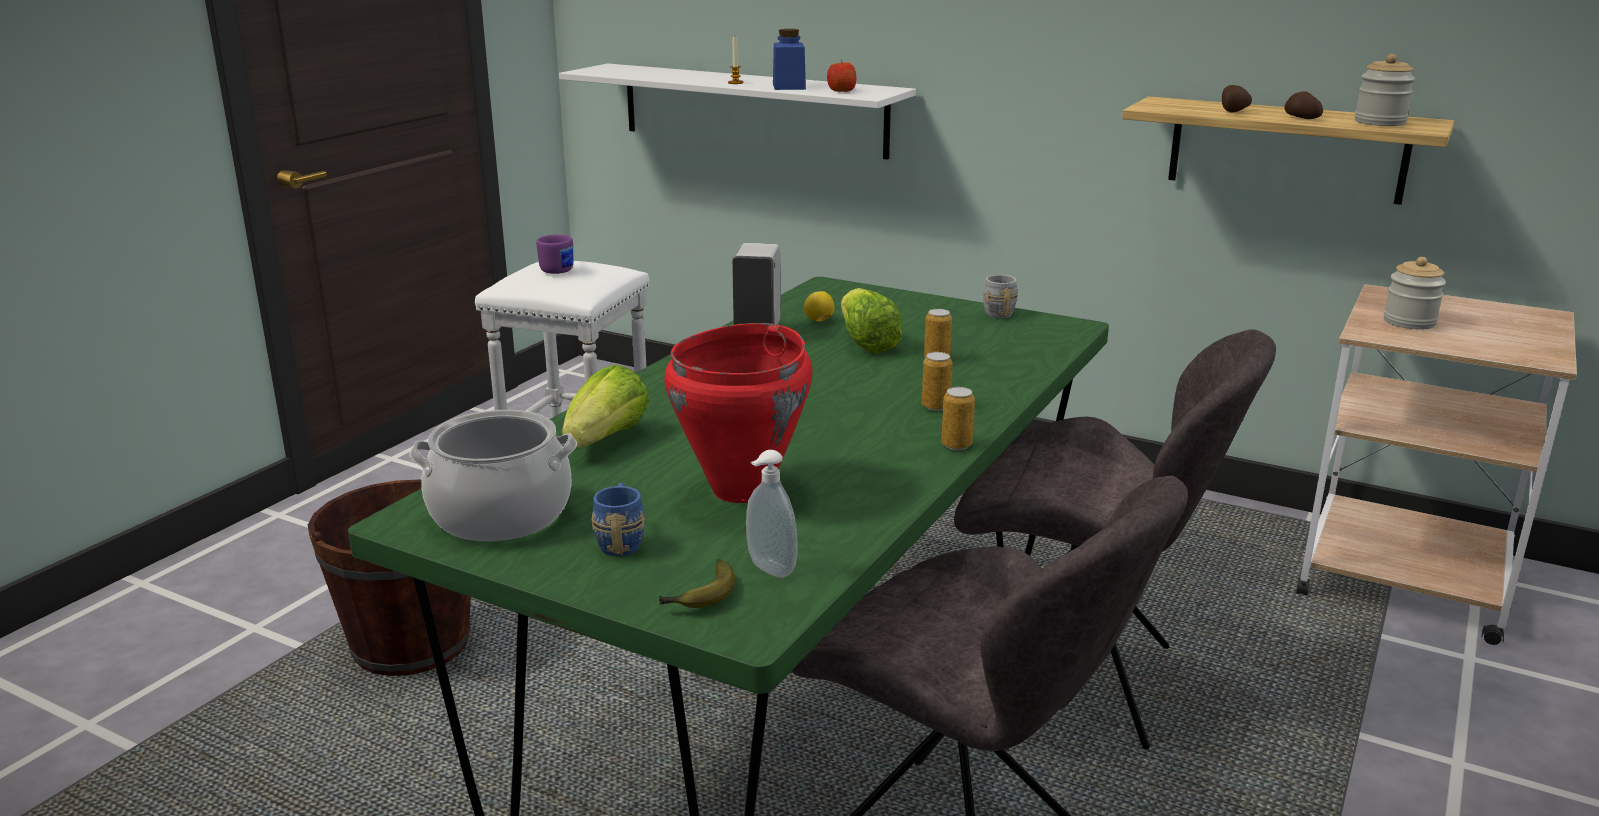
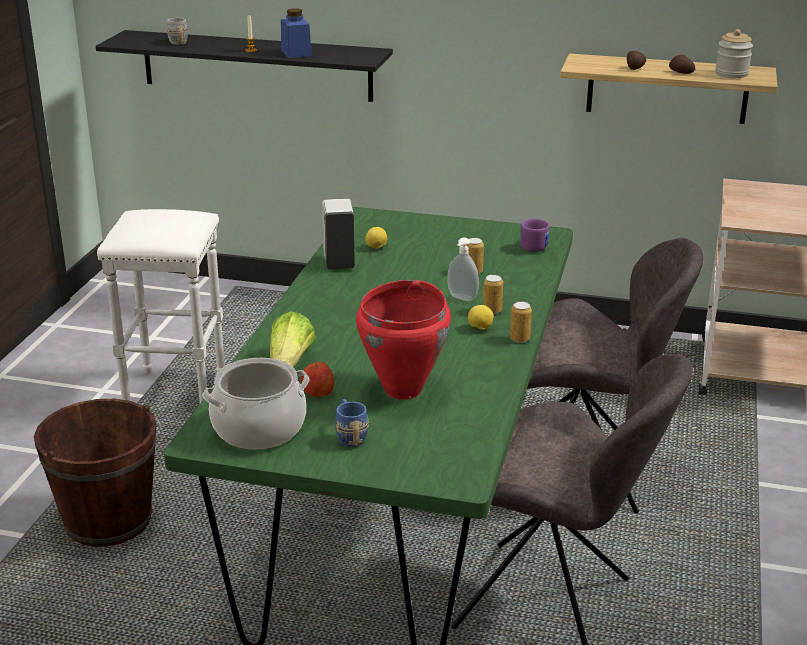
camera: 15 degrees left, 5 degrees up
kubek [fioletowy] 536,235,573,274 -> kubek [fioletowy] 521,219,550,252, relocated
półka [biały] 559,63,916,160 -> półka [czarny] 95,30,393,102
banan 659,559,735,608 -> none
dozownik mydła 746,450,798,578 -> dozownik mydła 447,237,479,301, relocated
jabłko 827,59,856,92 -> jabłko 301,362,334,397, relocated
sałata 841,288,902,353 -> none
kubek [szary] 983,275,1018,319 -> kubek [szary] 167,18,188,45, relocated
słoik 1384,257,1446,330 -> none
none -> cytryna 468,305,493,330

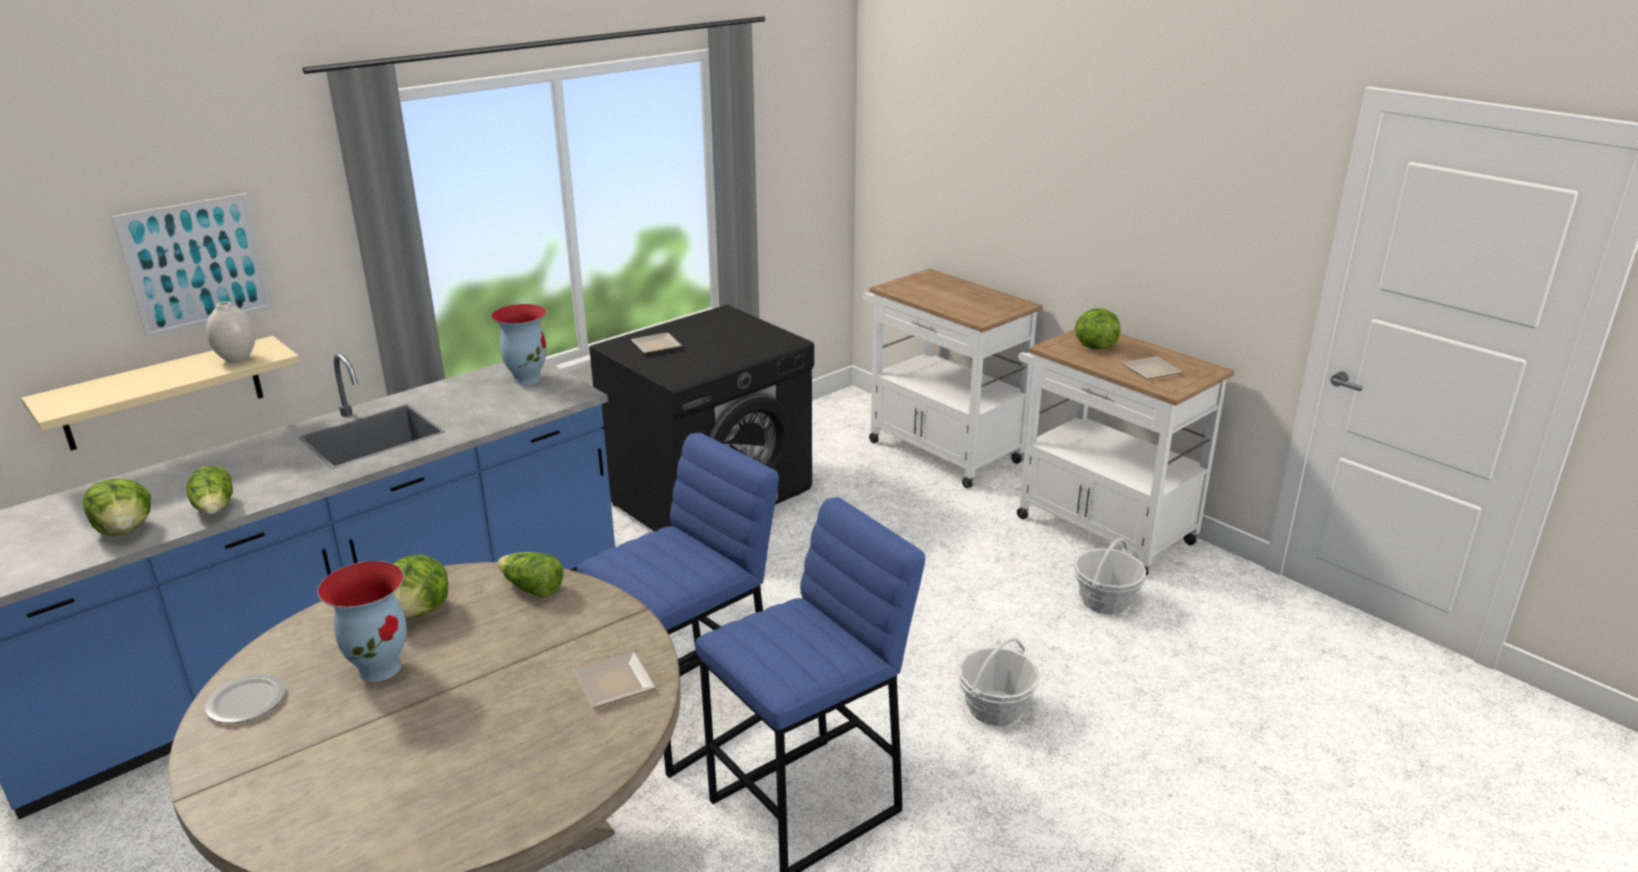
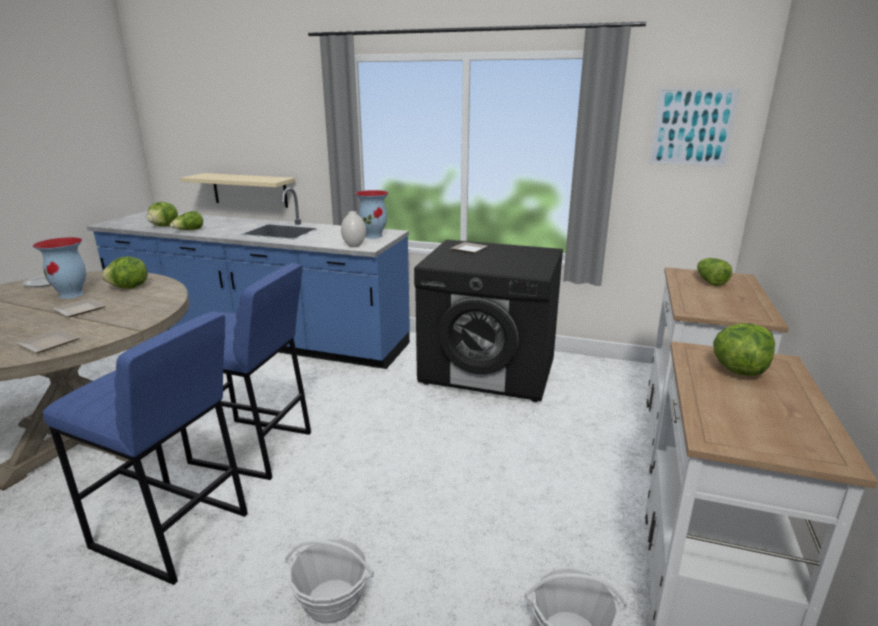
camera: 60 degrees right, 5 degrees down
obraz 111,193,273,338 -> obraz 648,87,741,167, relocated
wazon [biały] 206,301,256,363 -> wazon [biały] 341,211,366,247, relocated
sałata 497,552,564,598 -> sałata 697,258,732,286, relocated
talerz 1122,356,1183,379 -> talerz 52,298,106,317, relocated

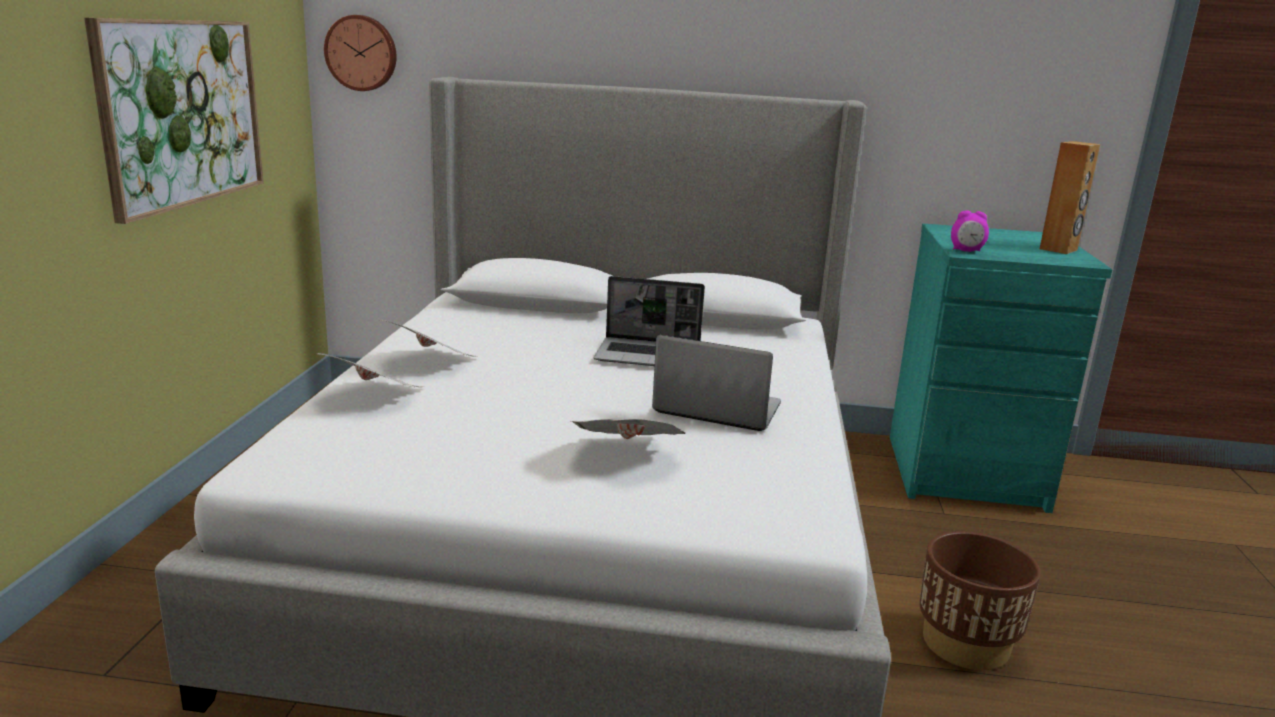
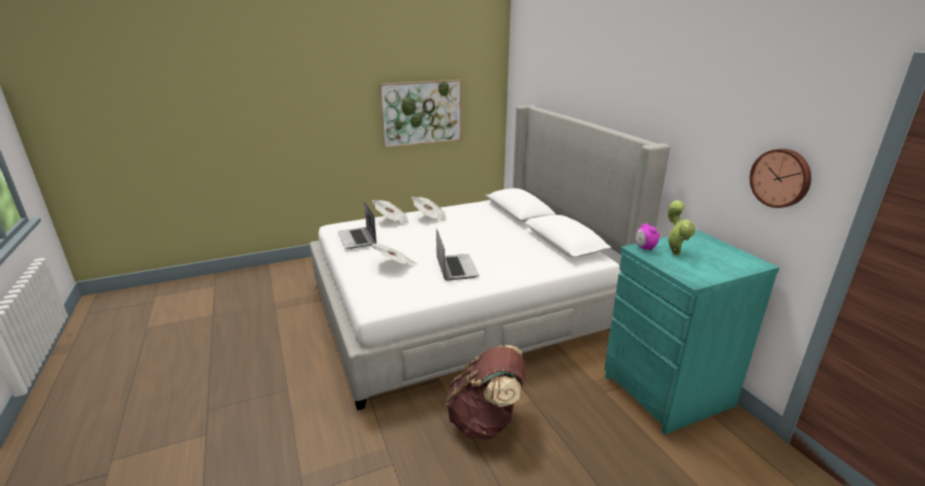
camera: 60 degrees right, 5 degrees up
zegar ścienny 324,15,397,91 -> zegar ścienny 750,149,811,208, relocated
laptop 594,276,705,366 -> laptop 338,201,377,249, relocated
donica [brązowy] 920,531,1041,670 -> plecak [brązowy] 446,345,525,439
głośnik [brązowy] 1040,141,1100,254 -> none
none -> roślina doniczkowa 667,200,695,255

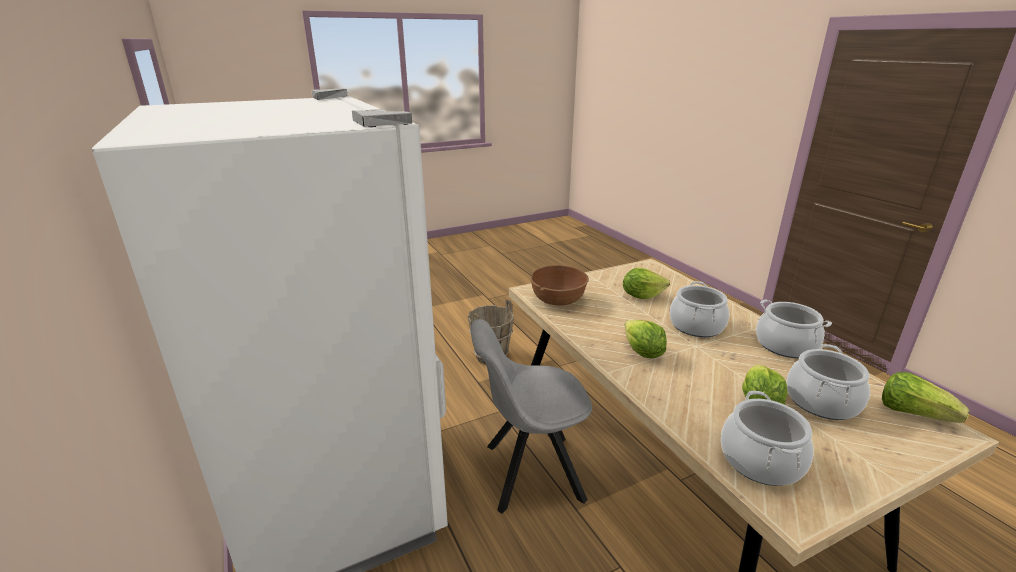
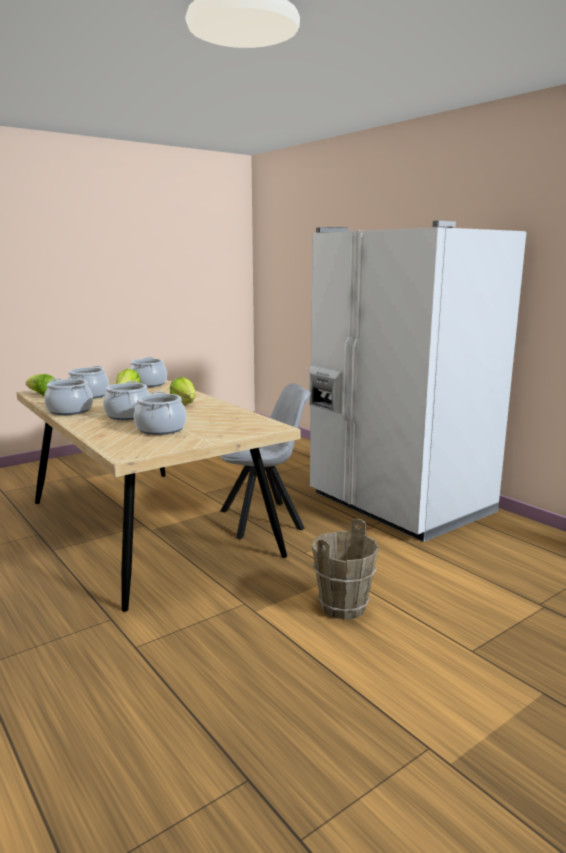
camera: 170 degrees right, 10 degrees down
miska [brązowy] 530,265,589,306 -> none
sałata 623,268,670,299 -> garnek 134,391,186,435

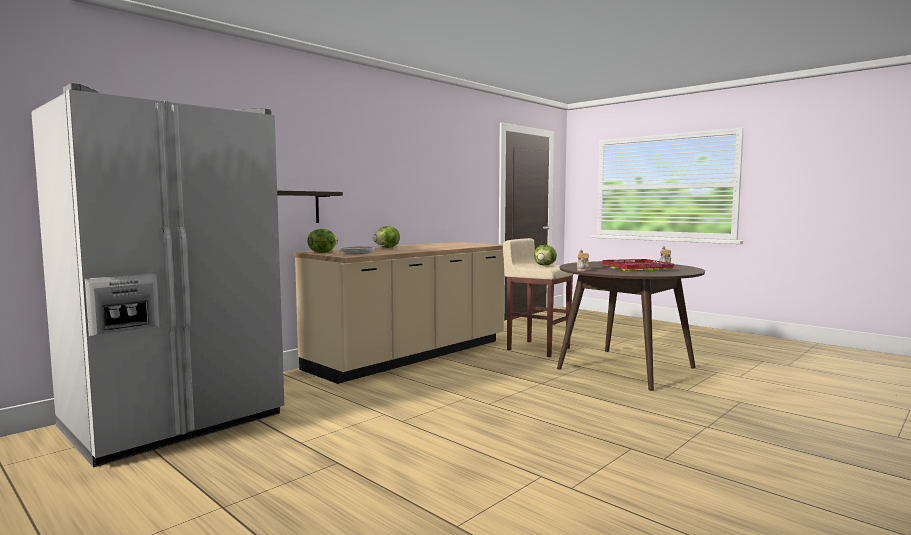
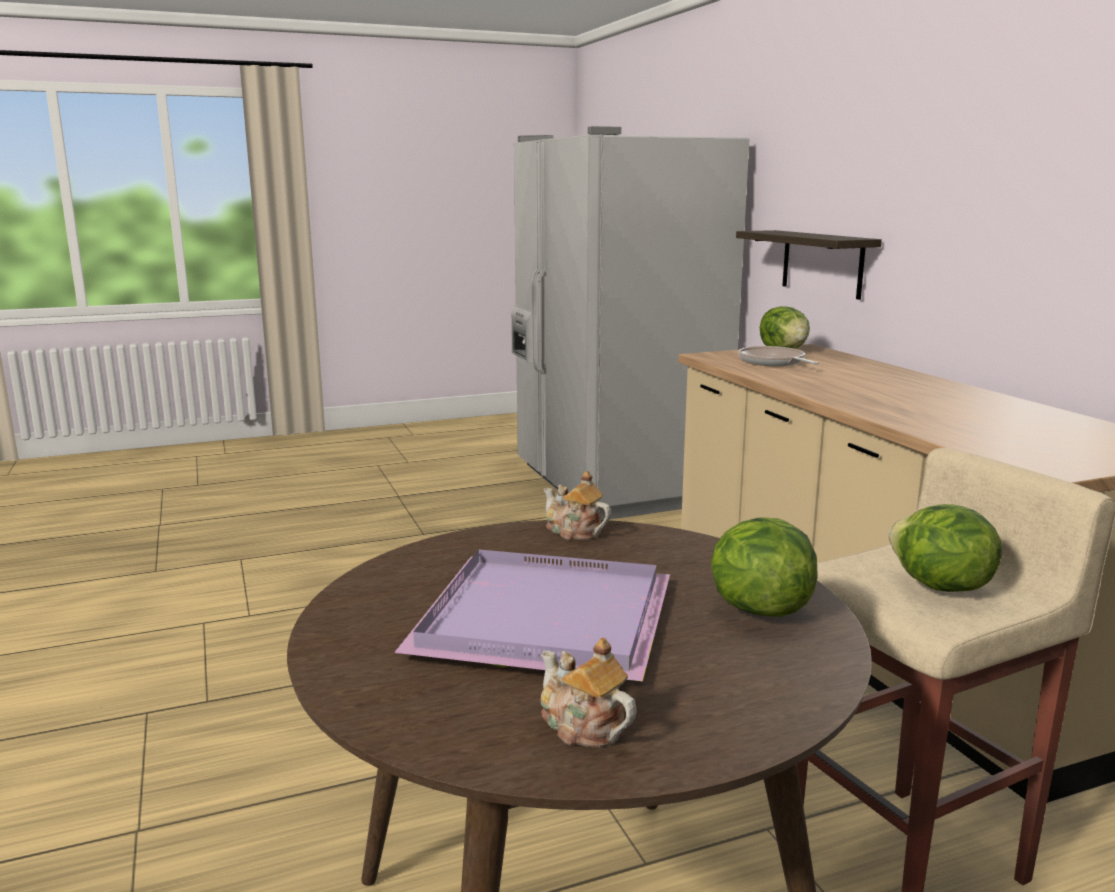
camera: 115 degrees right, 10 degrees up
sałata 373,226,400,248 -> sałata 711,517,817,617, relocated
taca [czerwony] 598,259,677,272 -> taca [fioletowy] 394,550,670,681

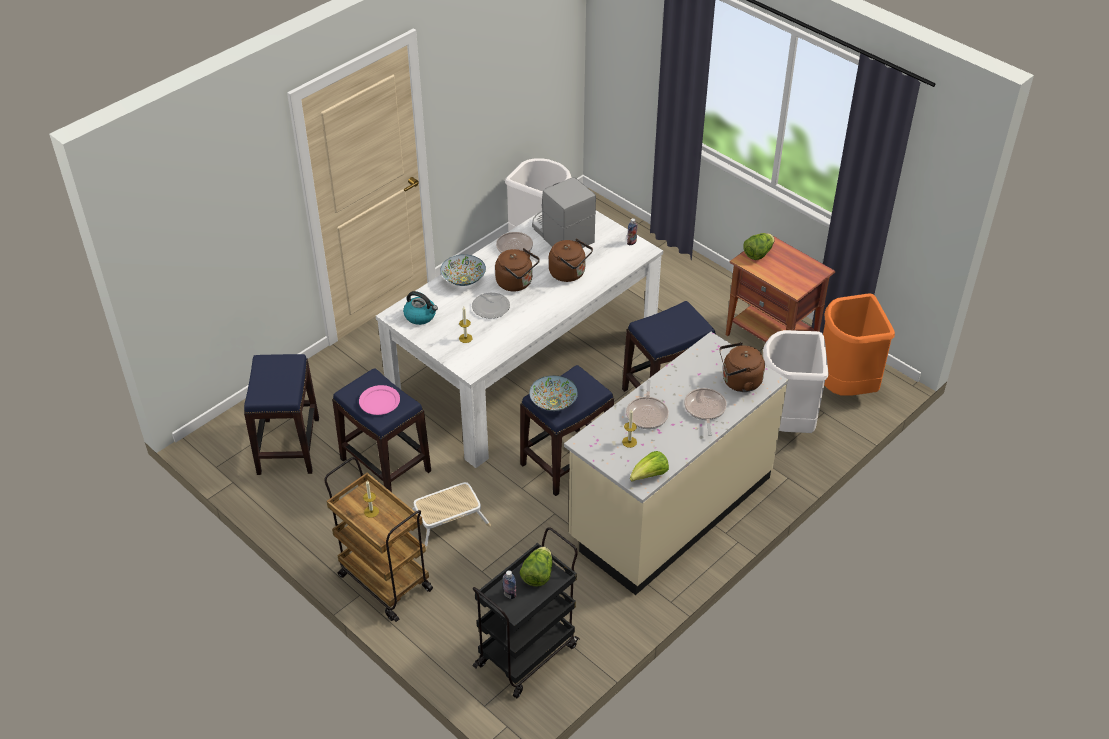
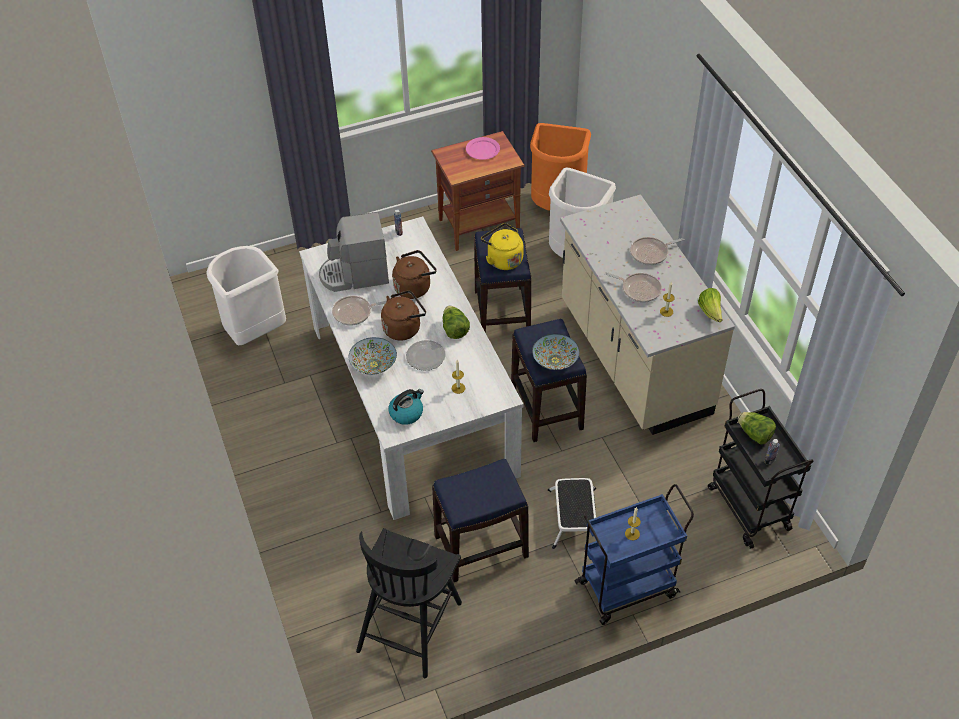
camera: 65 degrees left, 5 degrees up
stołek 244,354,319,475 -> krzesło [czarny] 356,528,462,678
wózek [brązowy] 325,457,433,622 -> wózek [niebieski] 575,484,694,625
talerz [różowy] 359,385,400,415 -> talerz [różowy] 466,137,500,160, relocated
drabinka [beżowy] 412,482,491,550 -> drabinka [czarny] 548,478,596,549
patelnia 684,388,727,436 -> patelnia 630,237,685,265, 45 degrees counterclockwise
czajnik [brązowy] 719,342,765,392 -> none
sałata 743,233,774,260 -> sałata 443,306,470,339, relocated
none -> czajnik [żółty] 481,223,524,270

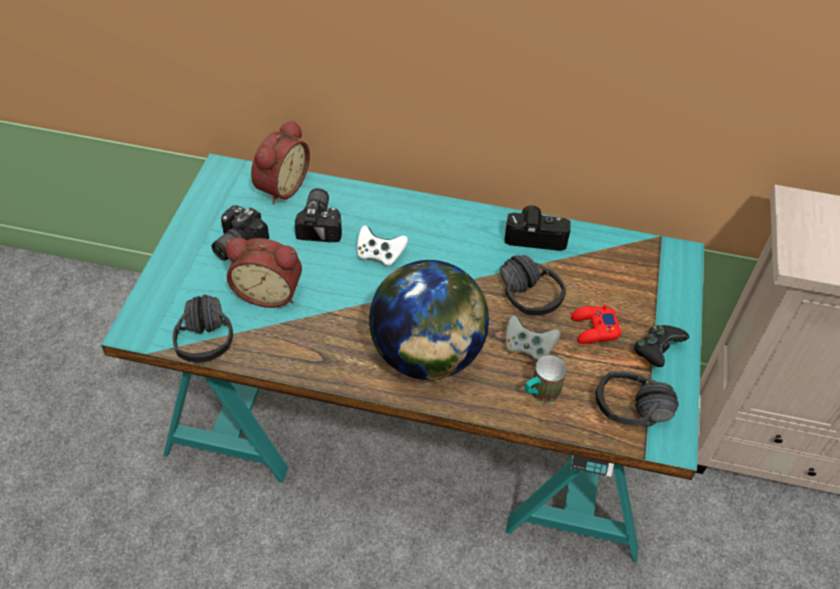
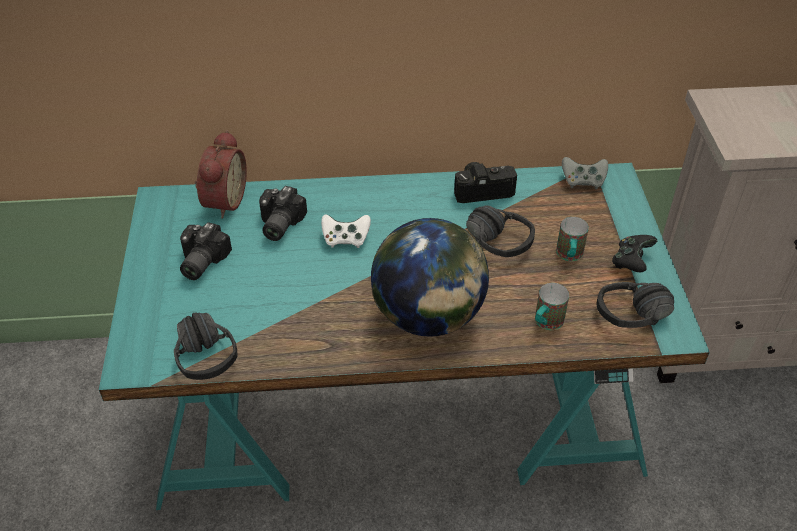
camera: 15 degrees left, 5 degrees down
budzik 225,238,302,308 -> none
aparat fotograficzny 295,188,342,242 -> aparat fotograficzny 259,186,307,241, 150 degrees counterclockwise
pad do gier [szary] 505,315,560,361 -> pad do gier [szary] 562,157,608,189, relocated
pad do gier [czerwony] 571,305,622,344 -> kubek 556,217,589,261

